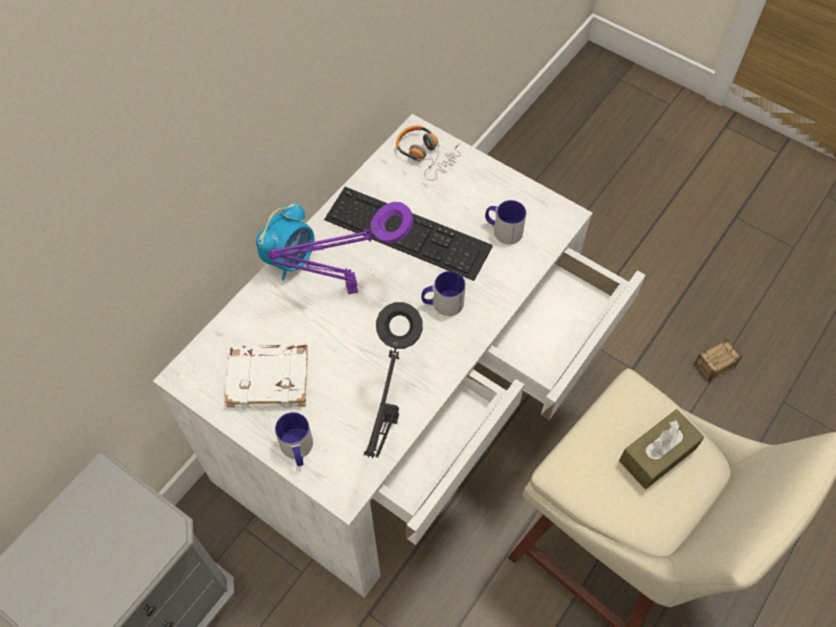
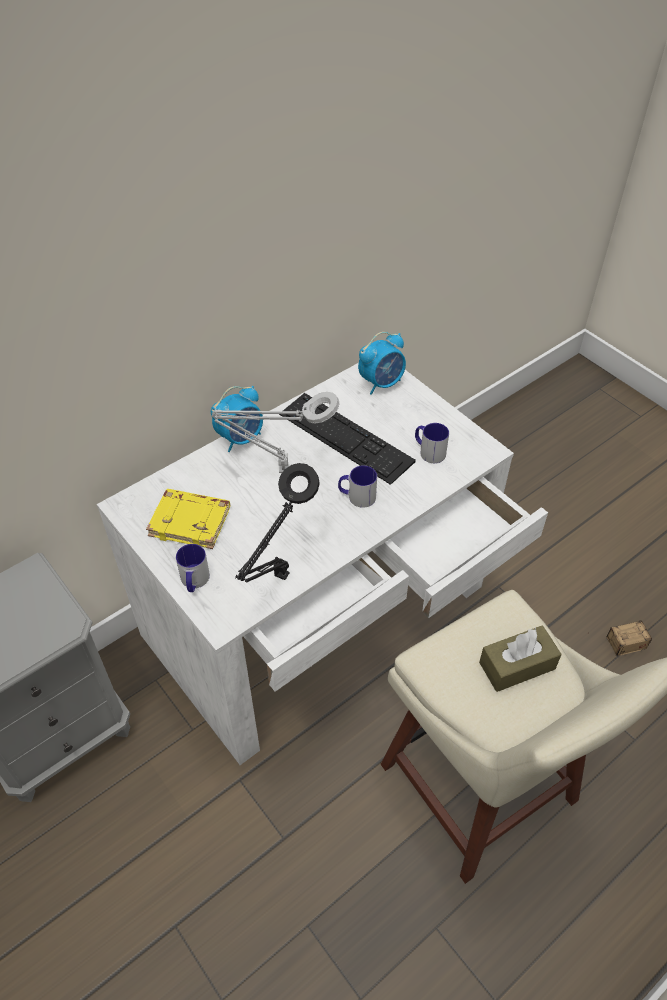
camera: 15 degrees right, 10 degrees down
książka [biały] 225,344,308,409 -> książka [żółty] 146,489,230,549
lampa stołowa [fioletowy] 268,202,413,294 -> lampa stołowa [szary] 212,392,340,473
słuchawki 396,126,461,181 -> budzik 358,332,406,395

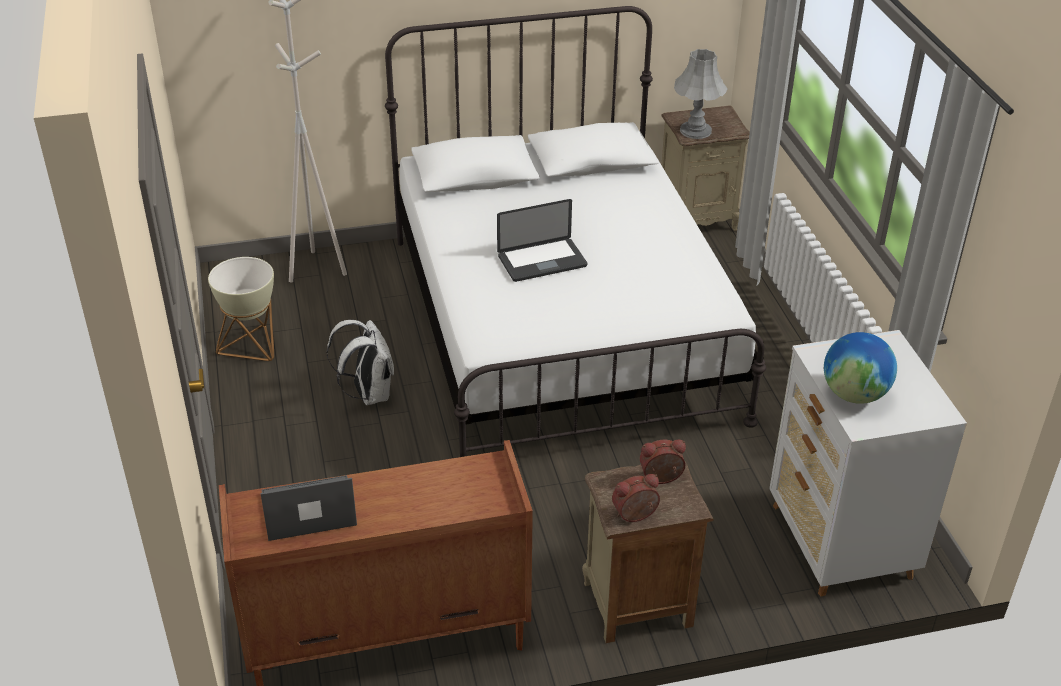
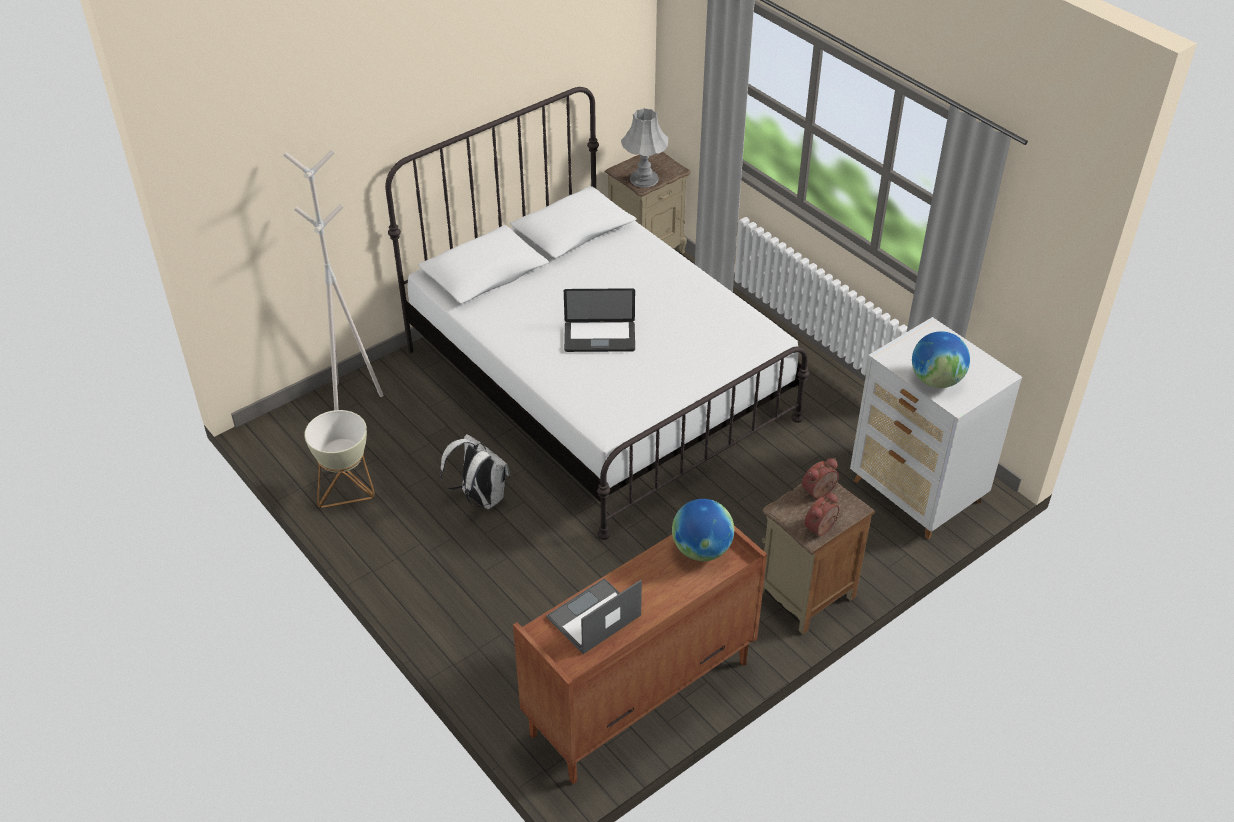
camera: 25 degrees left, 5 degrees up
laptop 497,199,587,282 -> laptop 564,288,635,352, 45 degrees clockwise
none -> globus 672,499,734,561

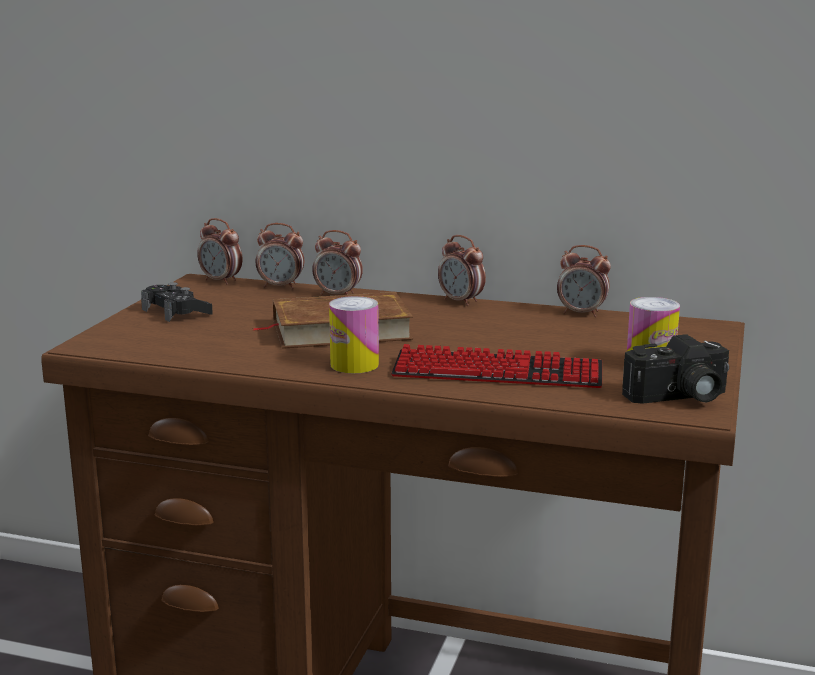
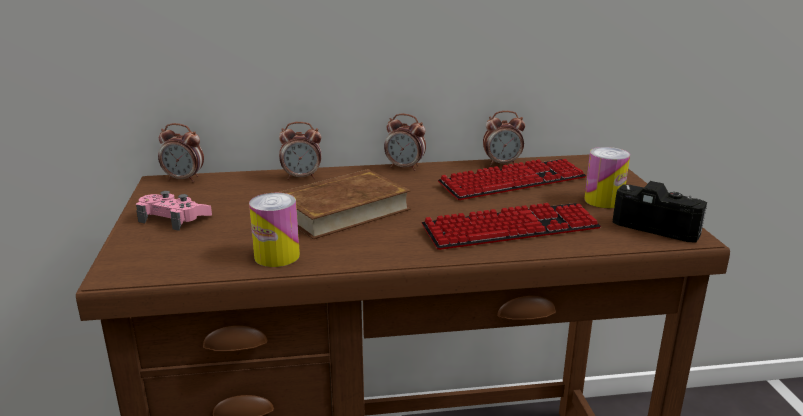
camera: 25 degrees left, 5 degrees up
pad do gier [czarny] 141,282,213,322 -> pad do gier [różowy] 136,191,212,231
budzik 256,223,304,289 -> none
puszka 329,296,379,373 -> puszka 249,193,300,267, relocated
aparat fotograficzny 622,334,729,404 -> aparat fotograficzny 612,181,707,243, 105 degrees counterclockwise
none -> klawiatura 438,159,586,200

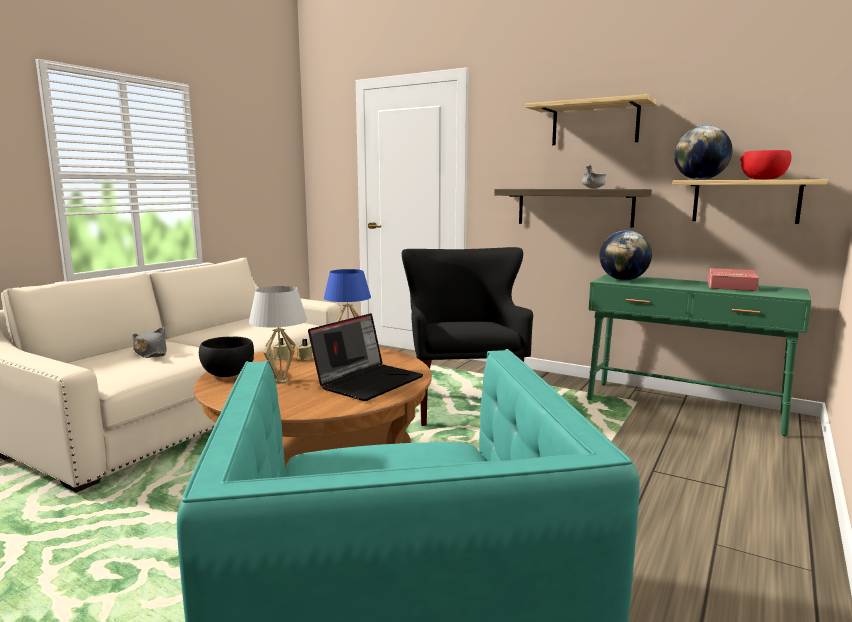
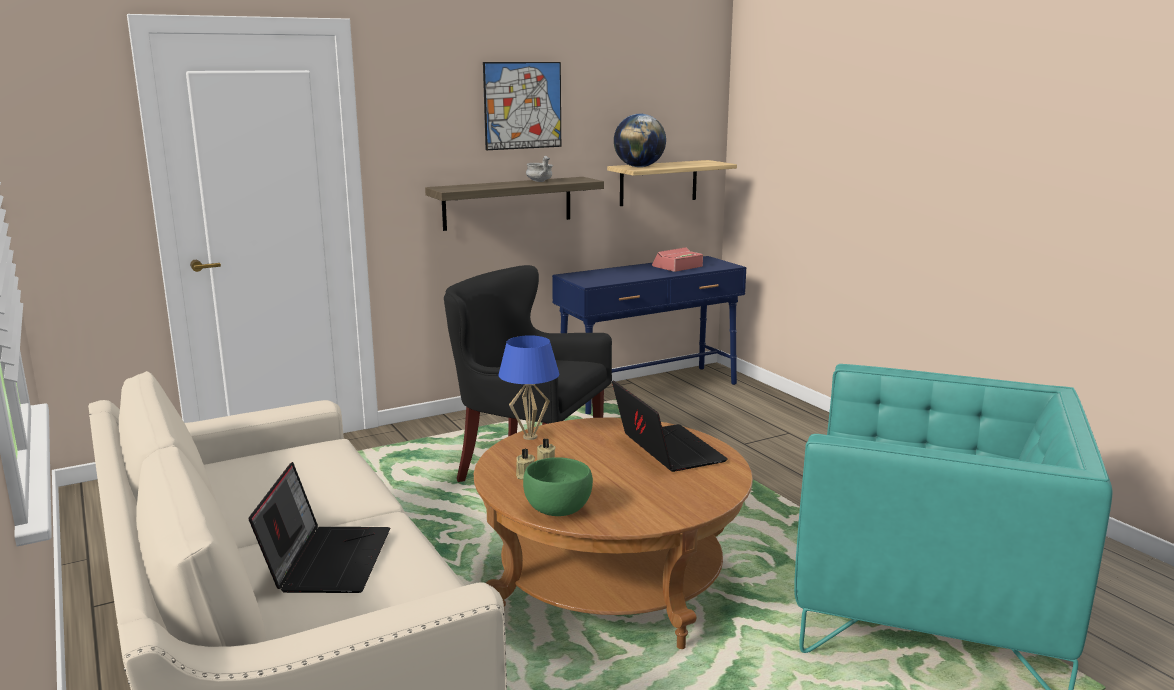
camera: 60 degrees left, 5 degrees up
kapelusz [szary] 132,327,167,358 -> laptop 249,462,390,593
miska [czarny] 199,337,254,377 -> miska [zielony] 523,457,593,516
lampa stołowa [biały] 249,286,307,383 -> none
półka 525,94,657,145 -> obraz 483,62,561,150
stolik konsolowy [zielony] 587,274,811,436 -> stolik konsolowy [niebieski] 552,256,747,414
globus 599,230,652,280 -> none
miska [czerwony] 740,150,792,180 -> none

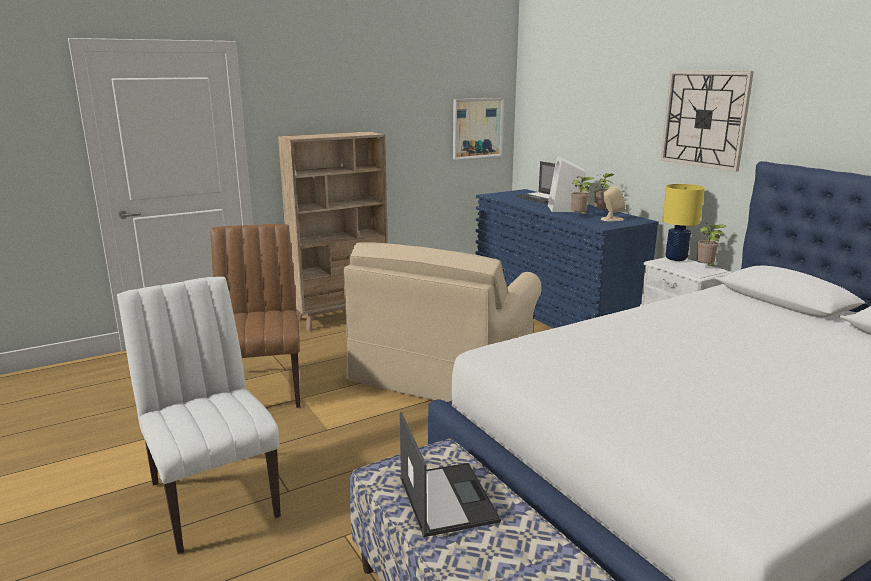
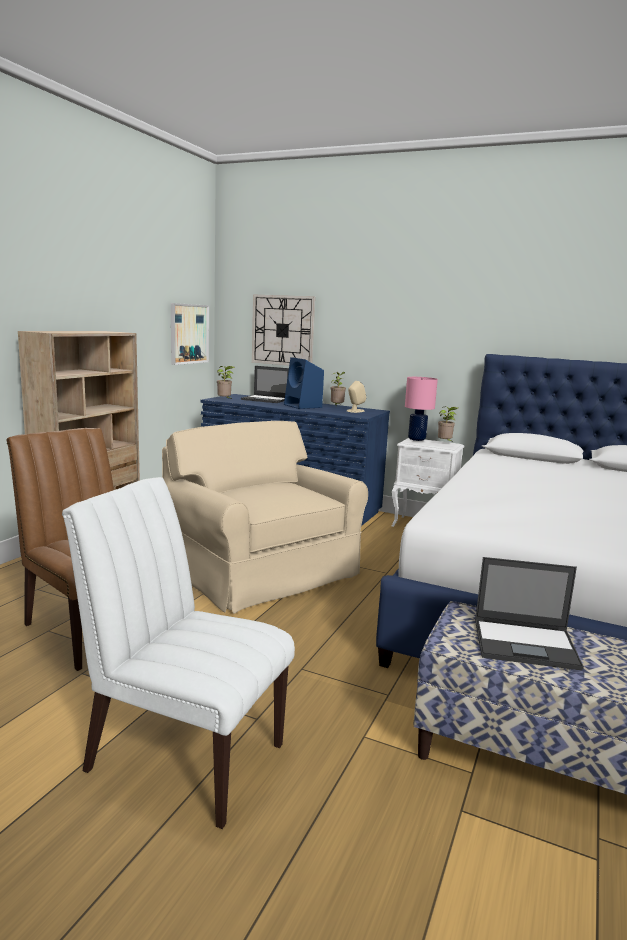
camera: 35 degrees left, 5 degrees down
fotel [beżowy] 343,242,542,402 -> fotel [beżowy] 162,421,368,614, 150 degrees clockwise
laptop 400,412,501,537 -> laptop 475,557,584,670, 150 degrees clockwise
głośnik [biały] 548,156,586,212 -> głośnik [niebieski] 284,357,324,409
roślina doniczkowa 571,176,594,214 -> roślina doniczkowa 217,366,235,400, relocated
zegar ścienny 661,71,754,172 -> zegar ścienny 252,294,315,365, relocated
lampa stołowa [żółty] 662,184,705,261 -> lampa stołowa [różowy] 405,377,438,441

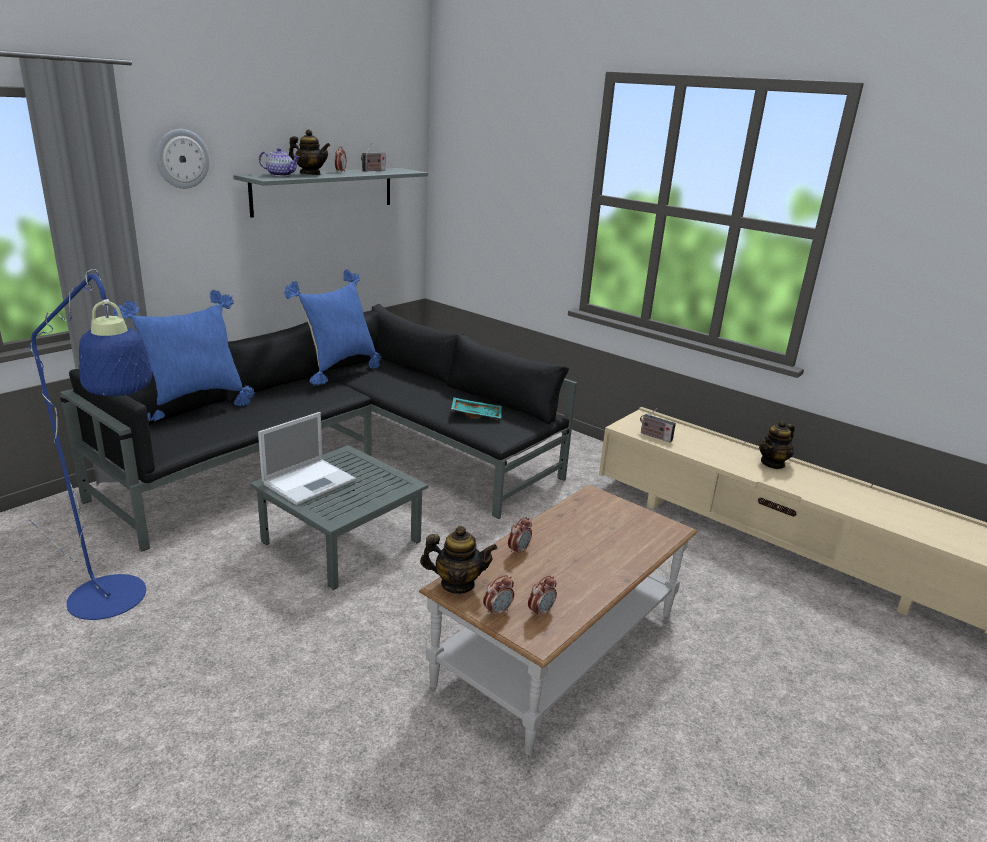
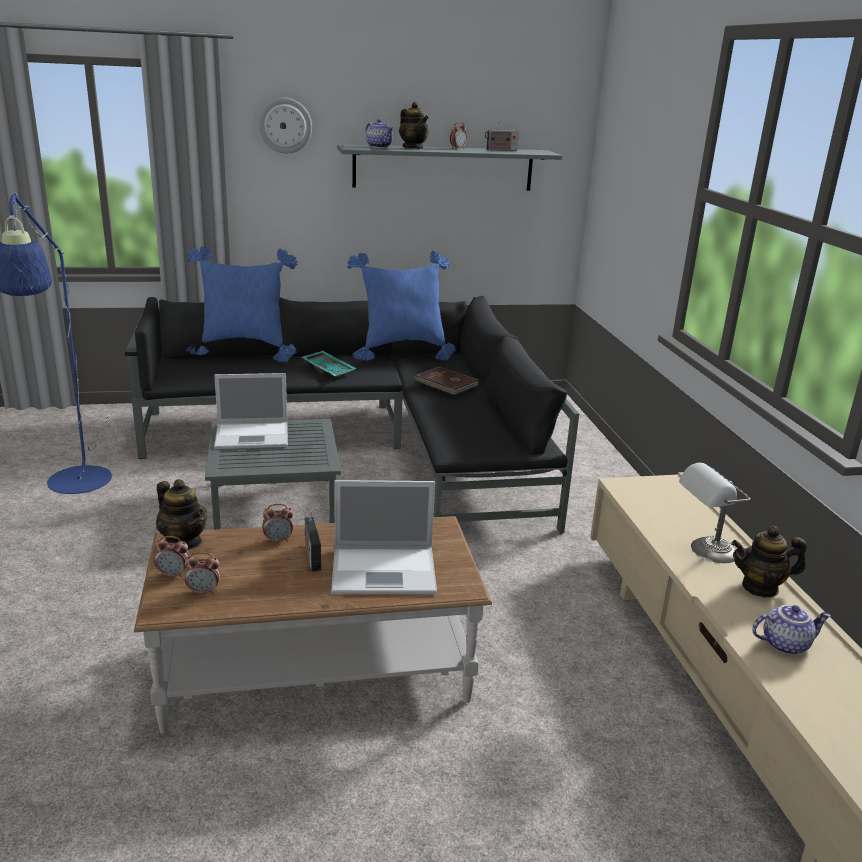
camera: 40 degrees right, 0 degrees up
taca [turkusowy] 451,397,502,419 -> taca [turkusowy] 301,351,357,377, relocated
radio 640,408,676,442 -> radio 305,511,321,571, relocated
none -> laptop 331,480,437,594
none -> książka [brązowy] 414,366,479,395
none -> lampa stołowa [biały] 679,463,751,563
none -> imbryk 752,605,831,655

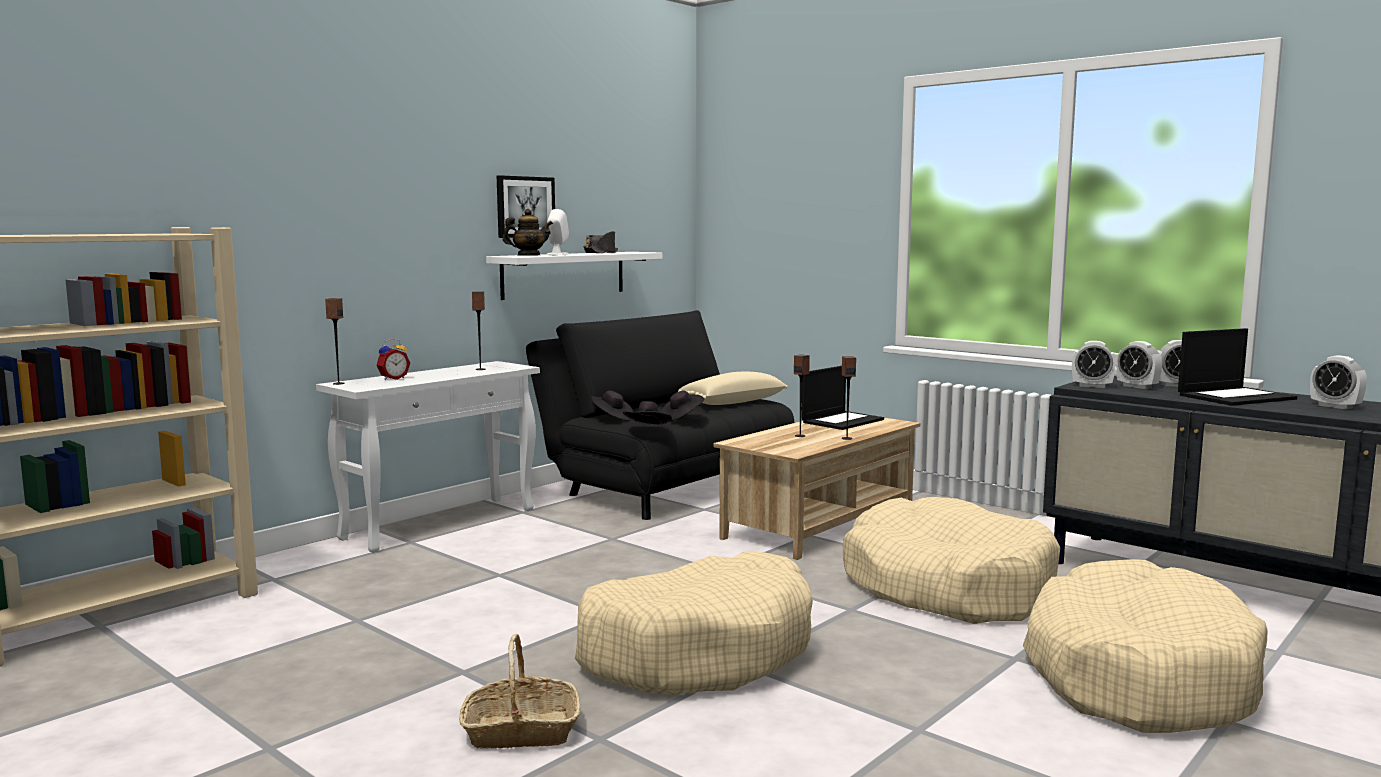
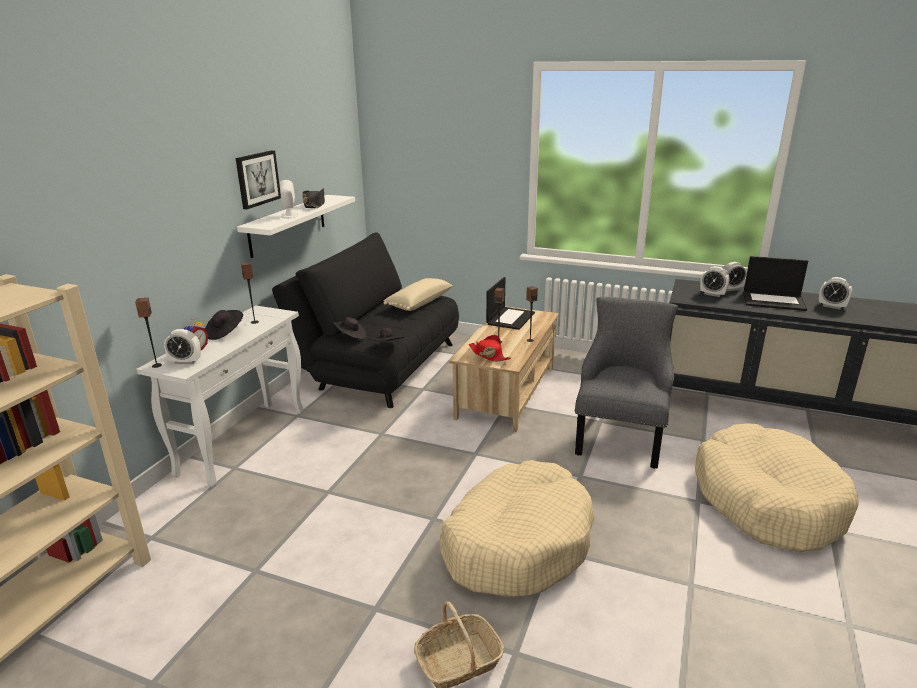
camera: 20 degrees left, 15 degrees up
imbryk 502,209,553,256 -> none
kapelusz [czarny] 660,391,704,421 -> kapelusz [czarny] 205,310,243,340, relocated
legowisko [beżowy] 843,497,1060,624 -> fotel [szary] 574,297,678,469
budzik 1072,341,1116,388 -> budzik 164,329,201,364, relocated
laptop 1178,328,1297,406 -> laptop 743,256,808,311, 60 degrees clockwise
none -> kapelusz [czerwony] 468,335,511,362

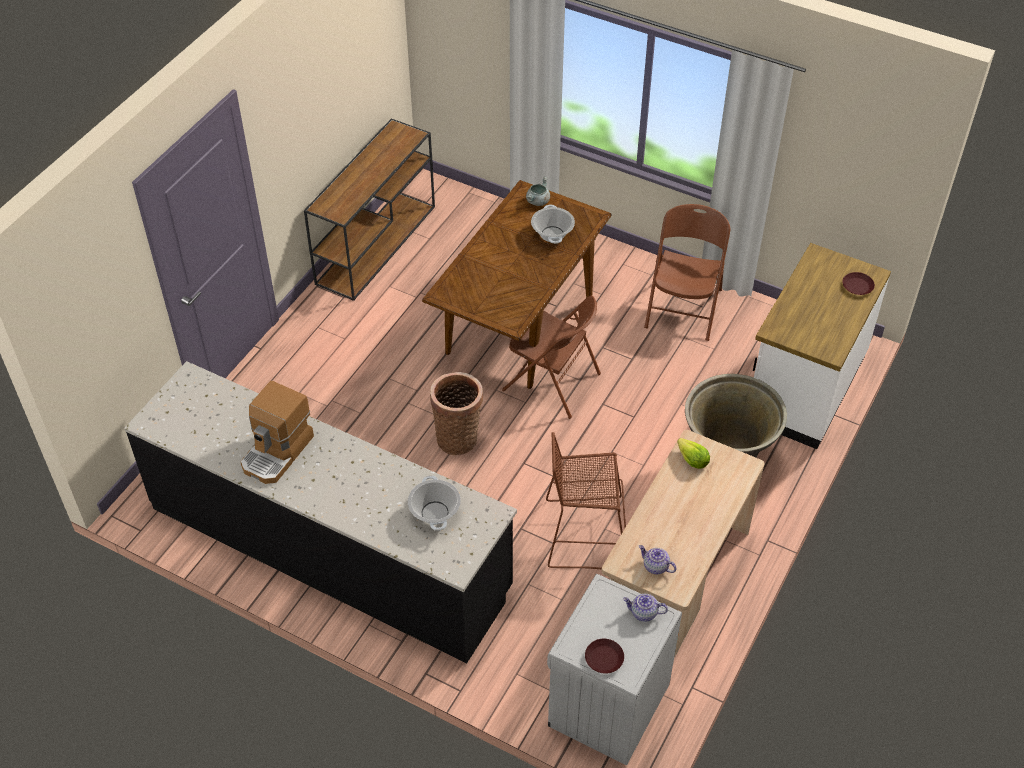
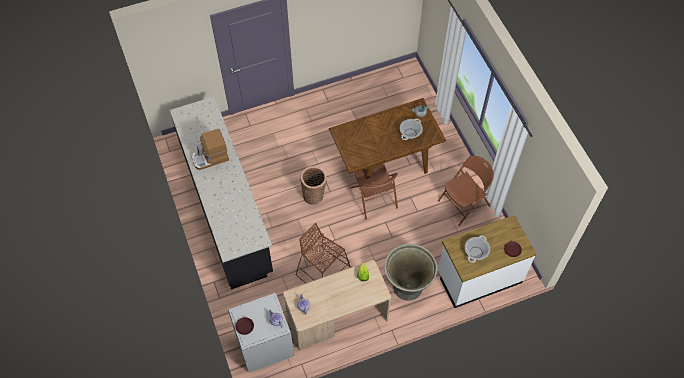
camera: 40 degrees right, 10 degrees up
stolik konsolowy [brązowy] 304,118,435,301 -> none
garnek 408,475,461,531 -> garnek 465,236,490,263, relocated

